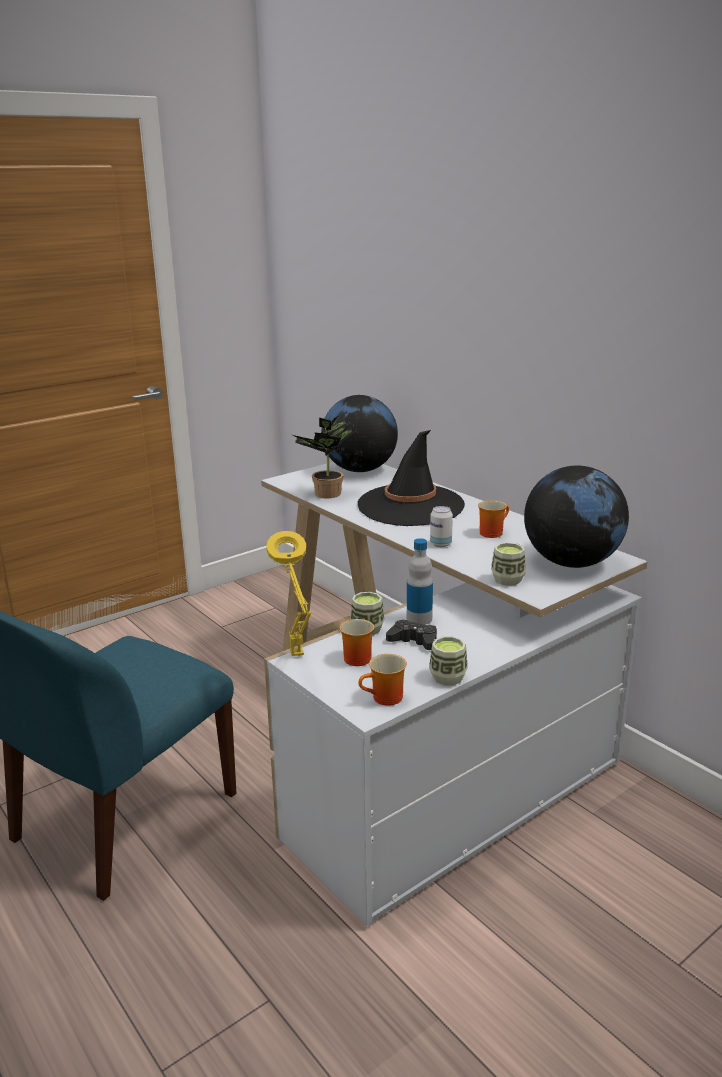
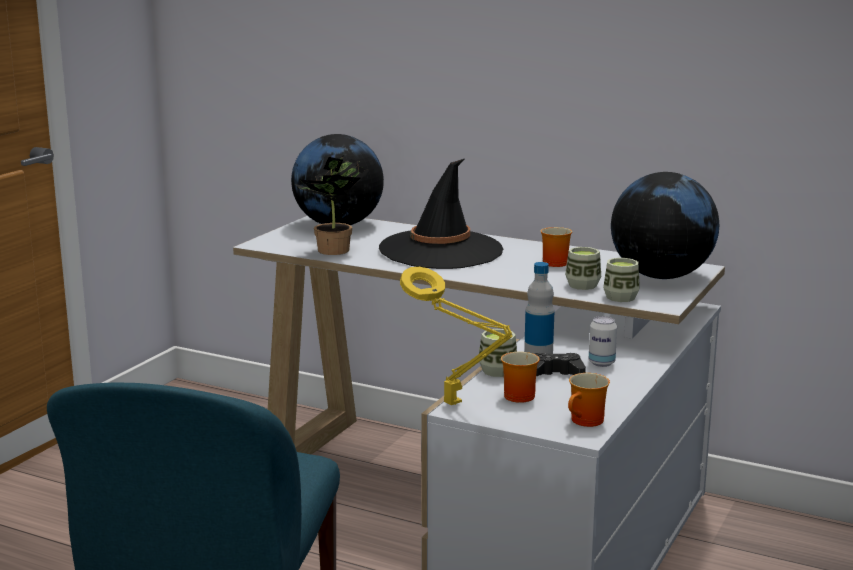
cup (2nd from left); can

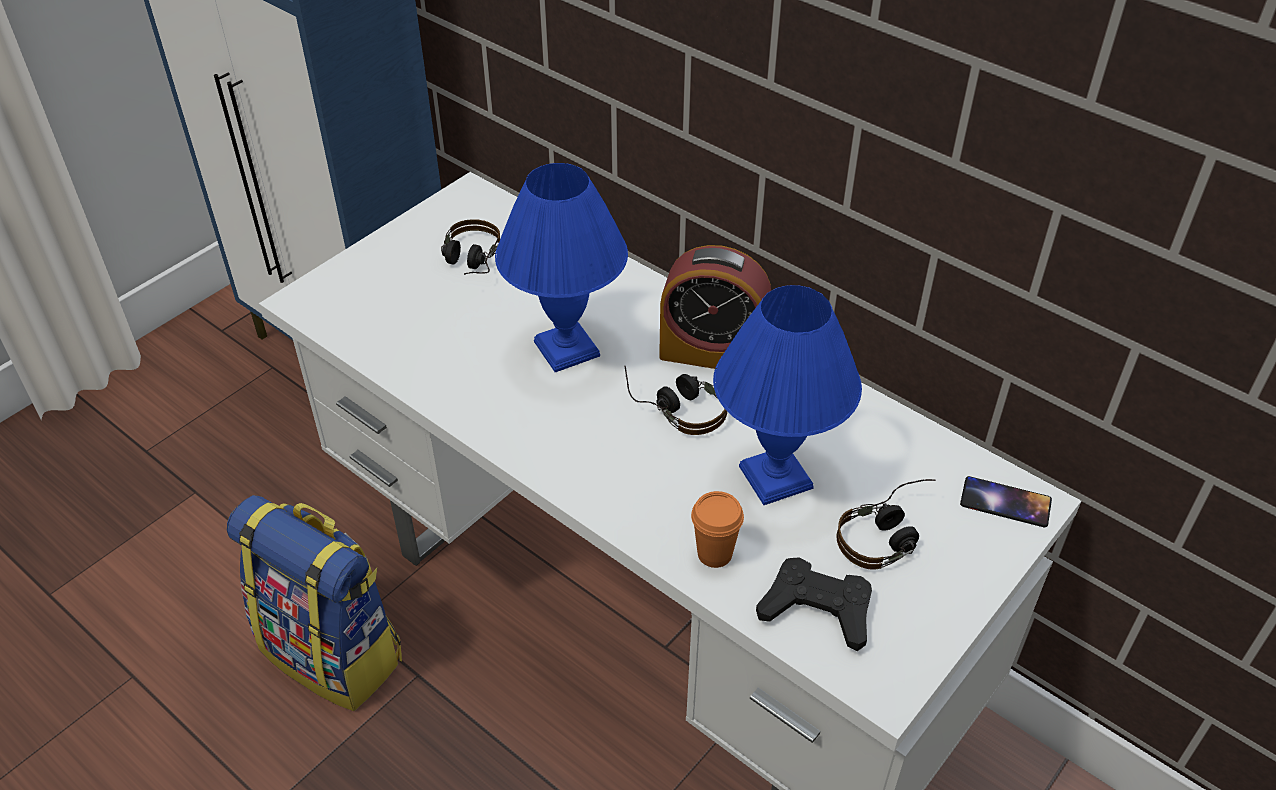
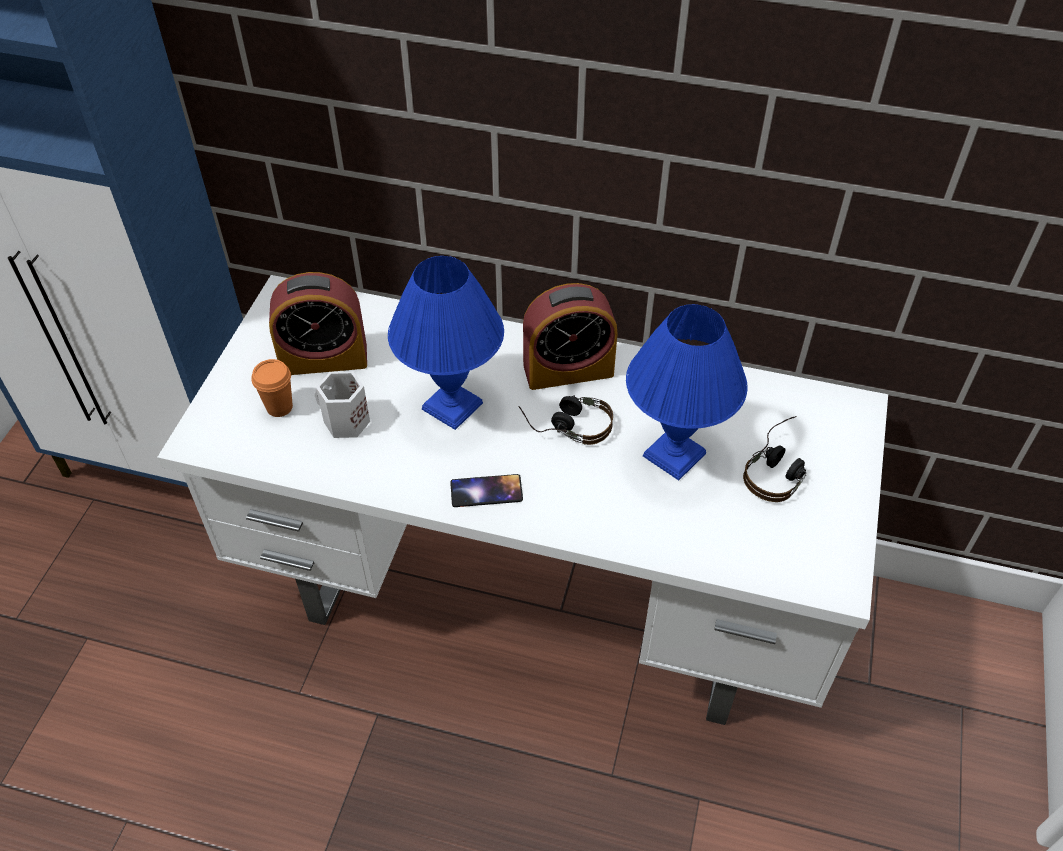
backpack; alarm_clock (1st from left); orange_cup; black_game_controller; phone; white_mug

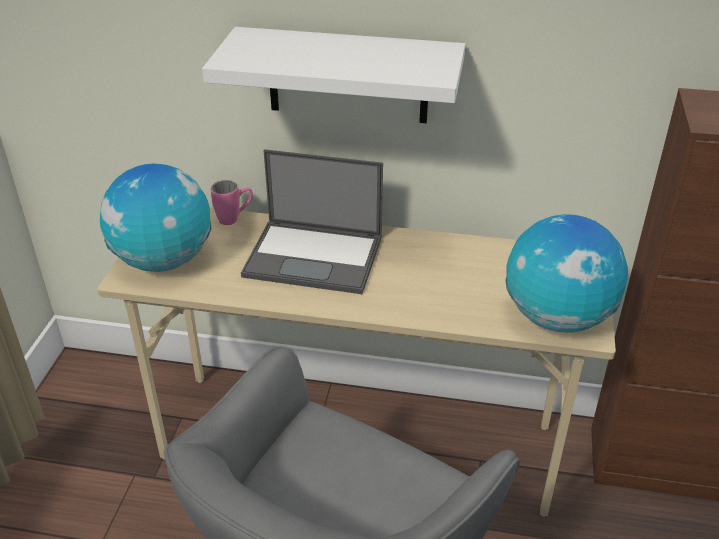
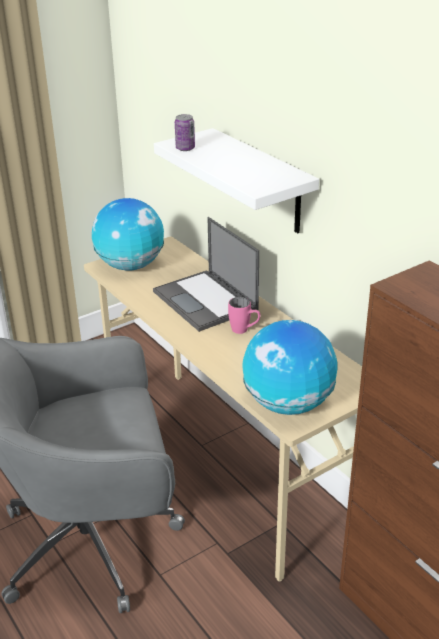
pink_mug; can

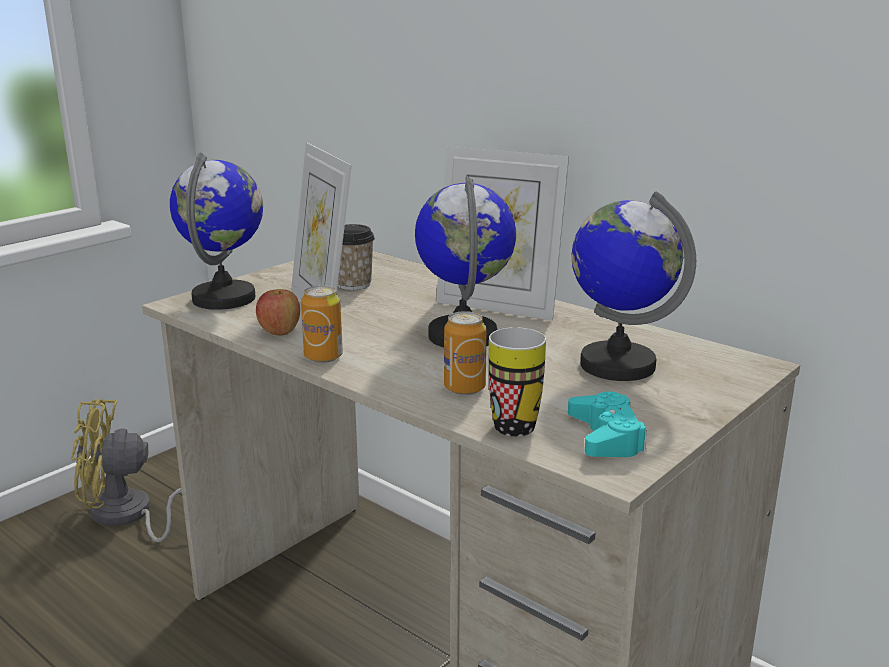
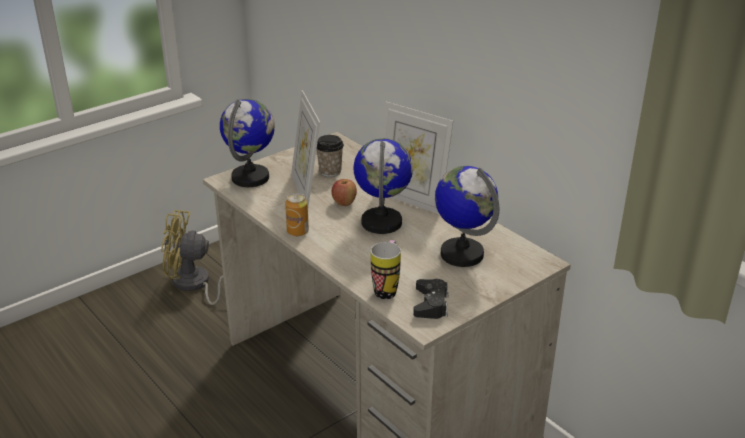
apple; can (2nd from left in the first image); black_game_controller

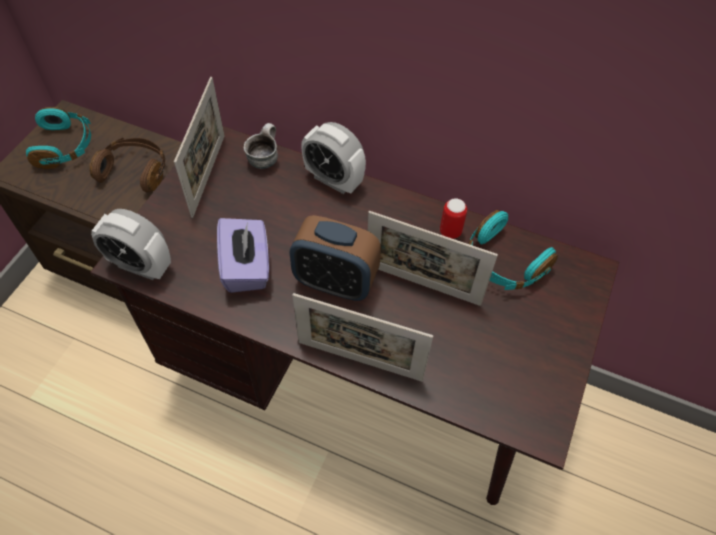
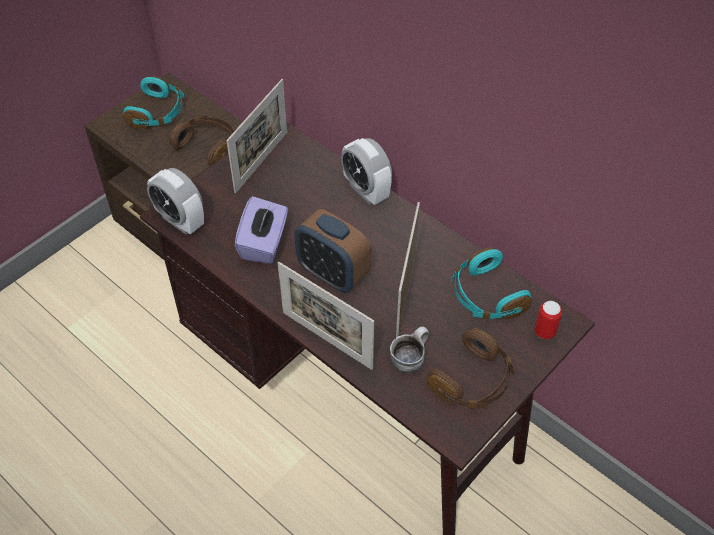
mug; picture_frame (3rd from left); can; brown_headphones (2nd from left)

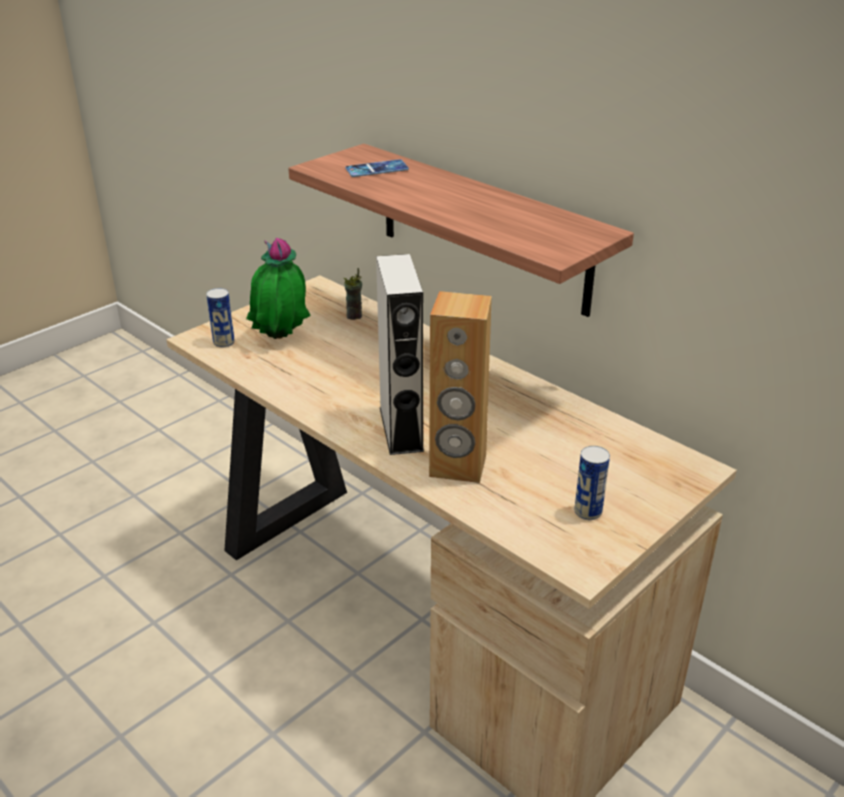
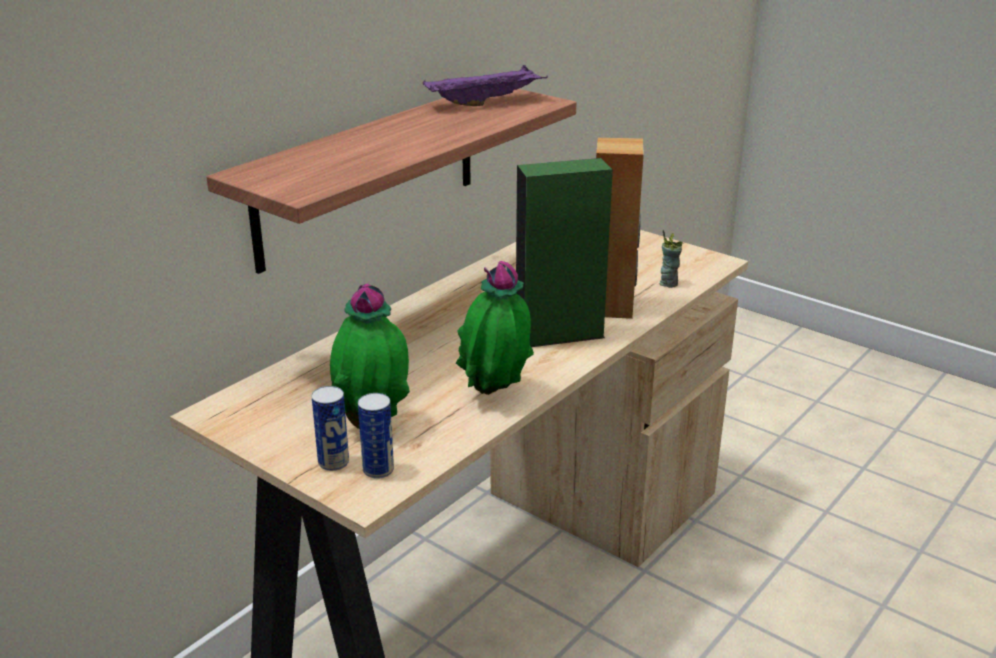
cup; phone; green_speaker; can (1st from left); purple_tray; potted_plant (2nd from left)

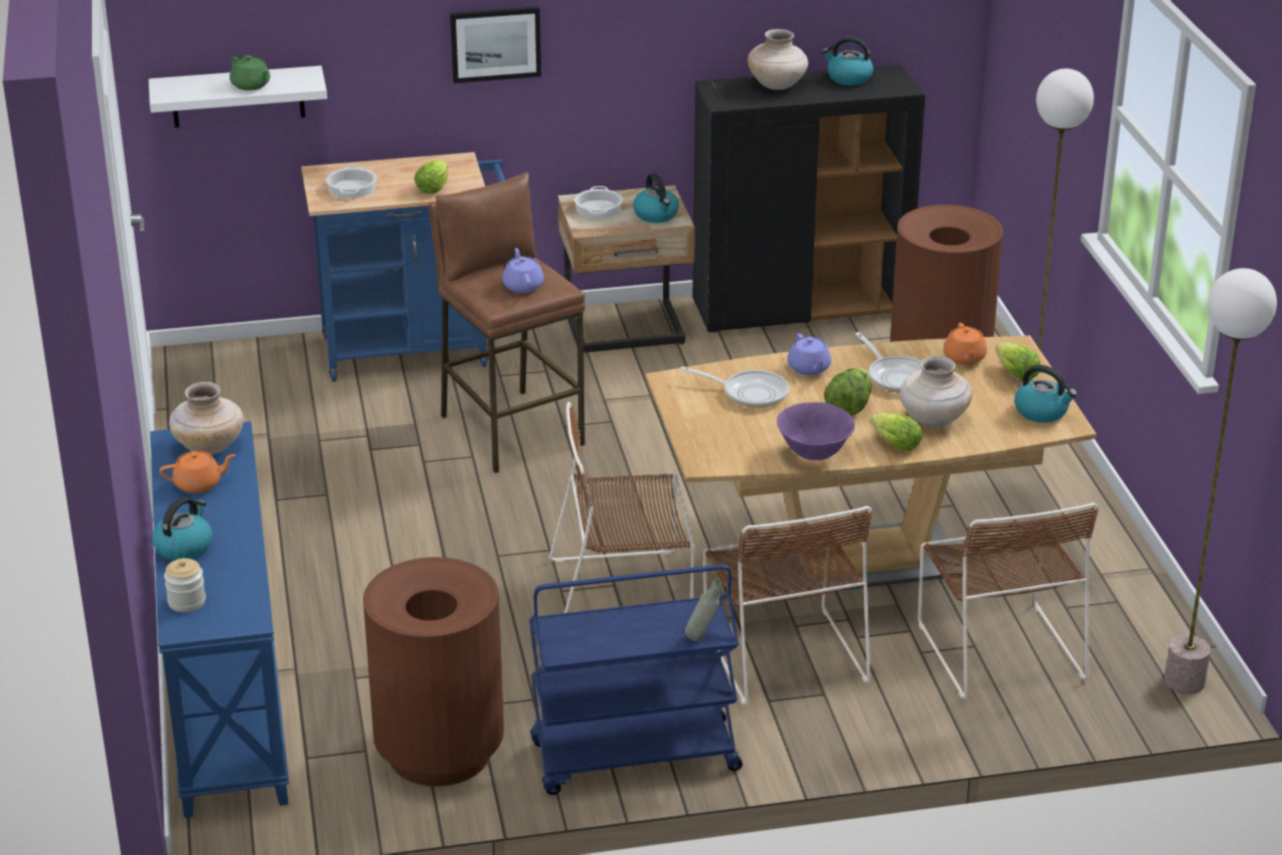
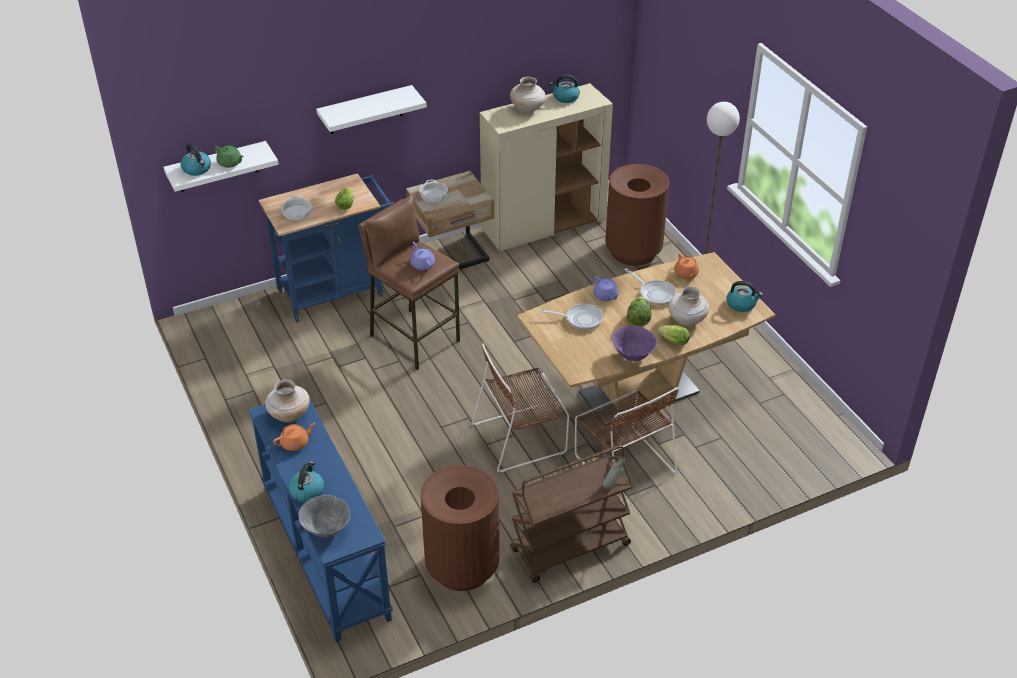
grey_bowl; white_shelf (2nd from left); brown_cart; kettle (1st from left); beige_cabinet; brown_chair (3rd from left in the first image); lettuce (4th from left in the first image); floor_lamp (2nd from left in the first image)

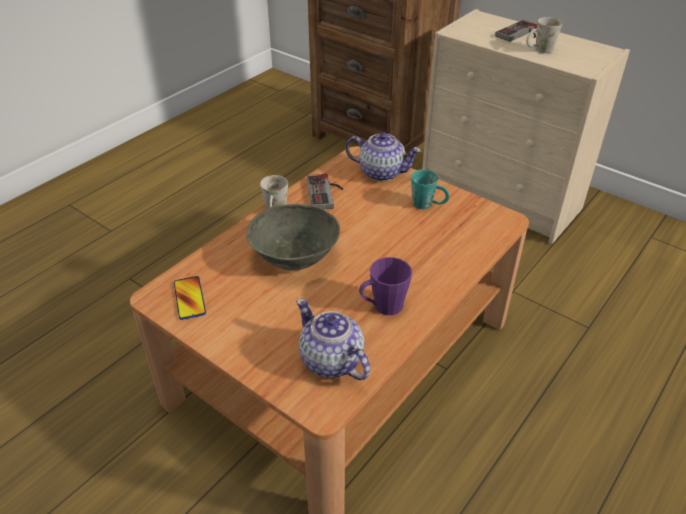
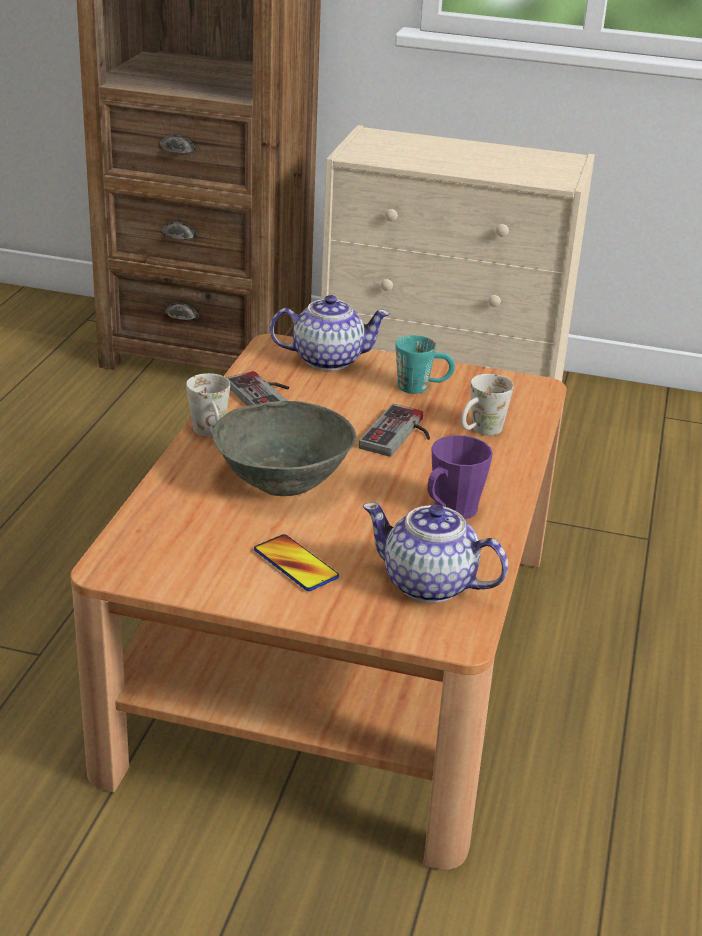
phone; game_controller (2nd from left); white_mug (2nd from left)

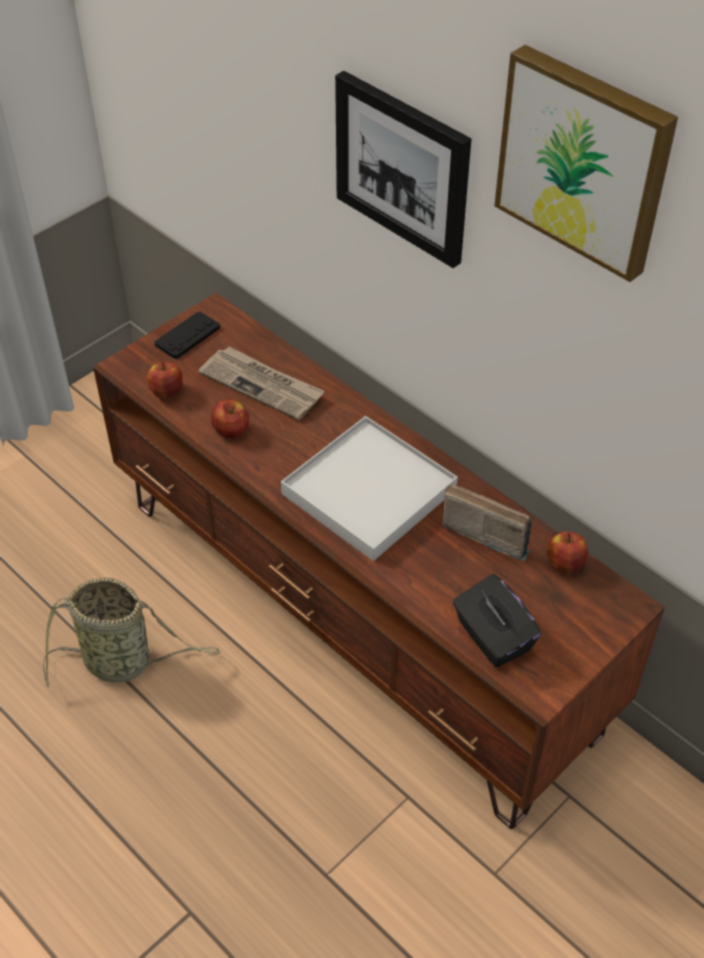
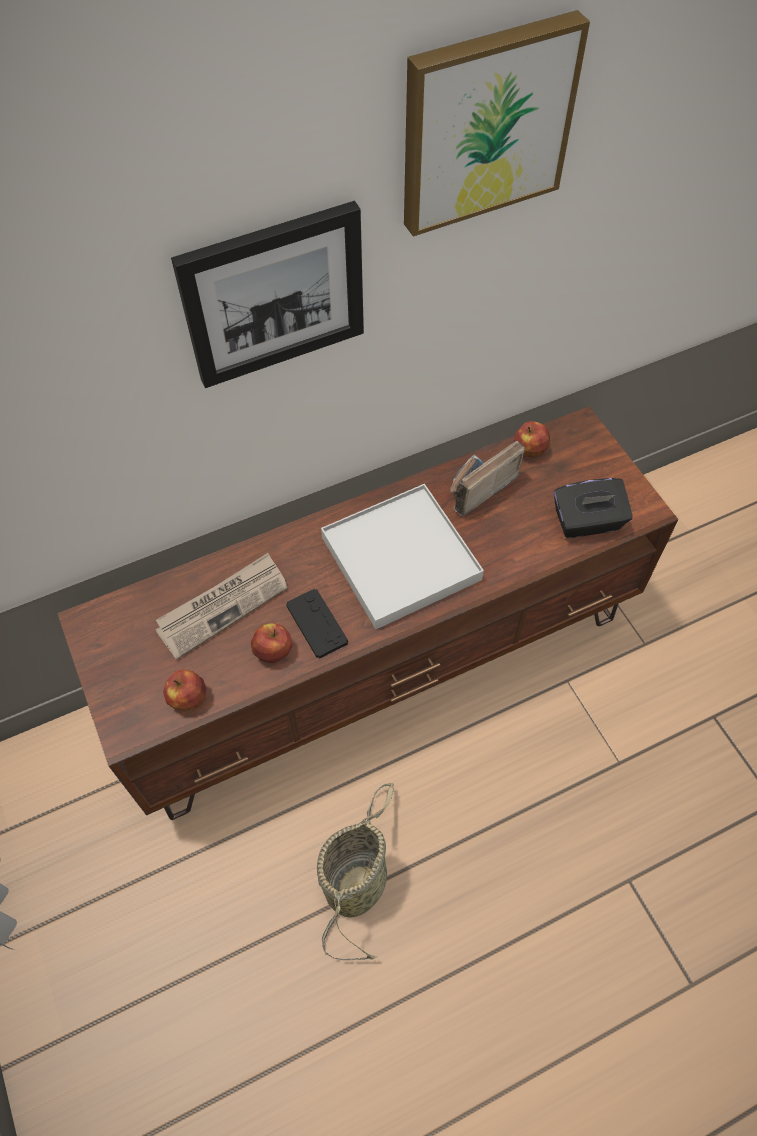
black_game_controller

